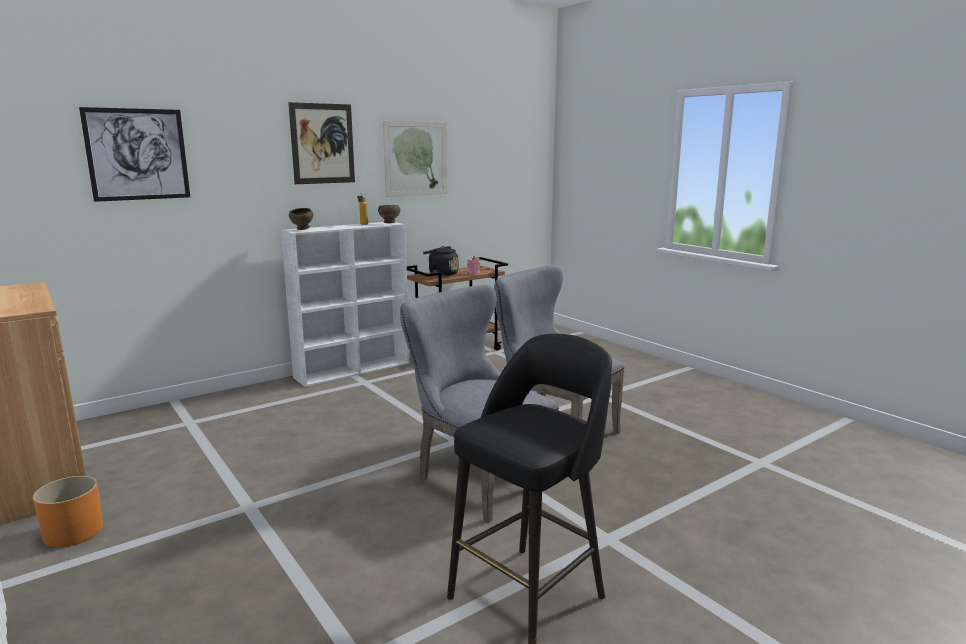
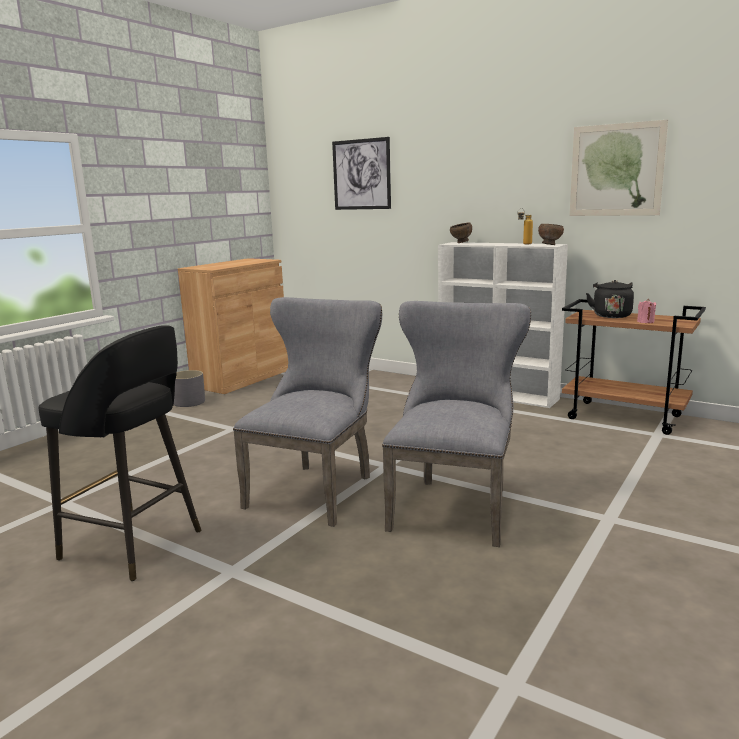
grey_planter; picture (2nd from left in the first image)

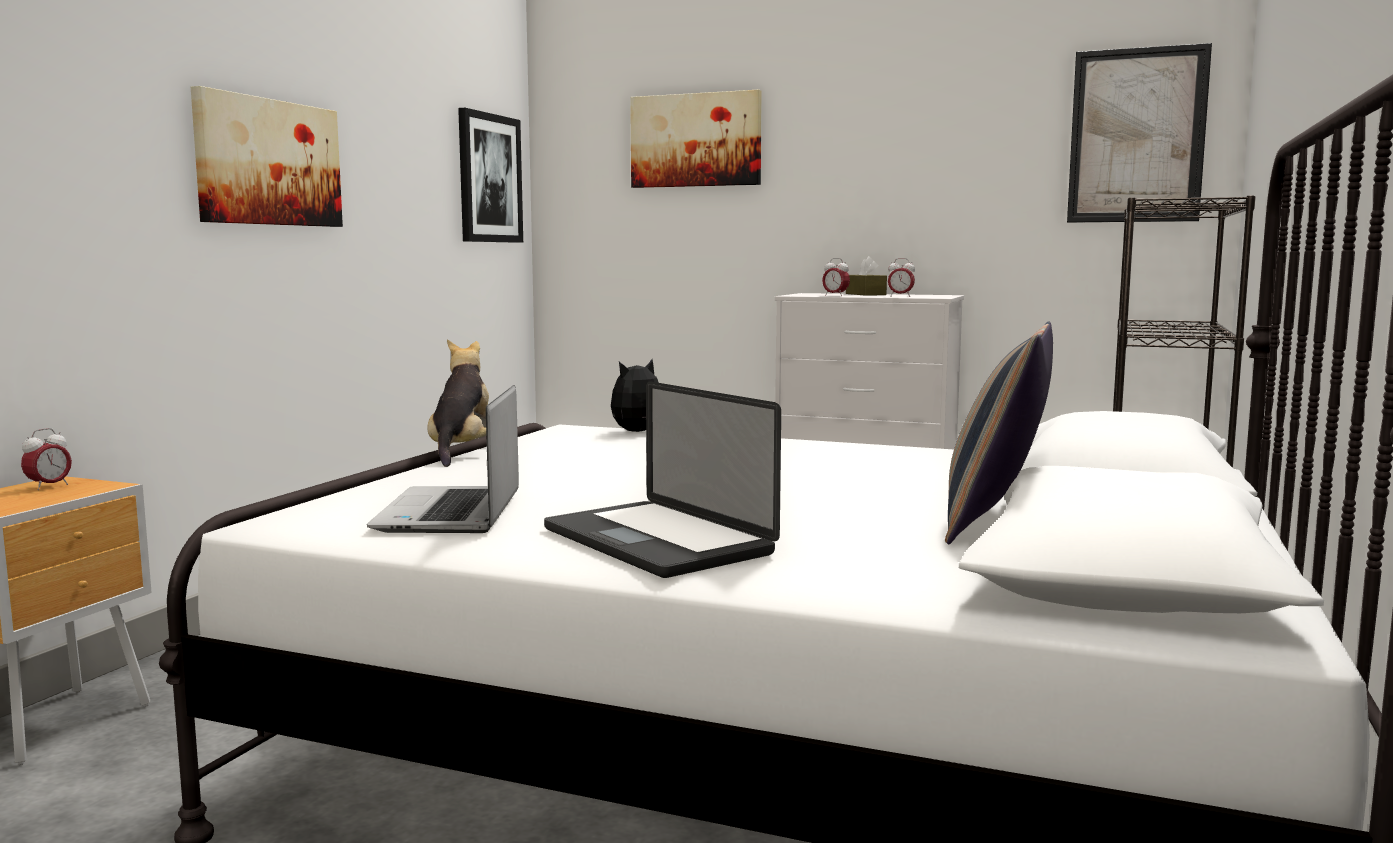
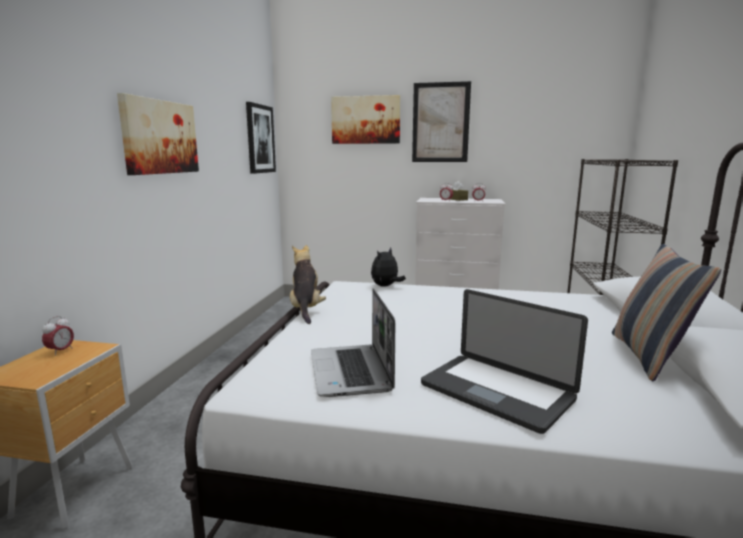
picture (4th from left)

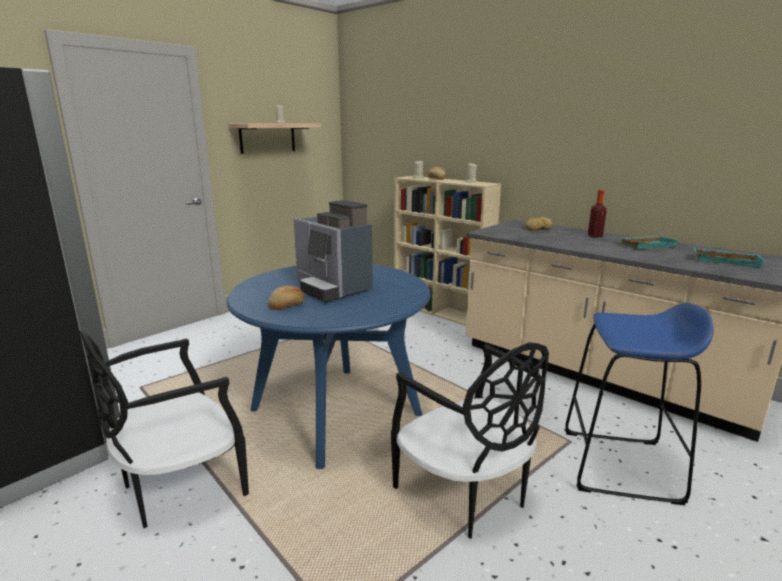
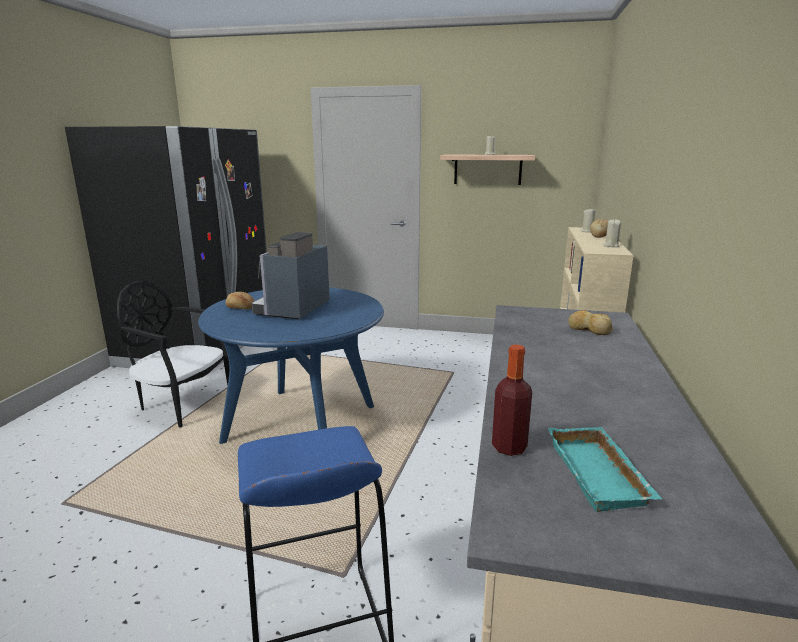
black_chair (2nd from left in the first image); bottle; turquoise_tray (1st from left in the first image)

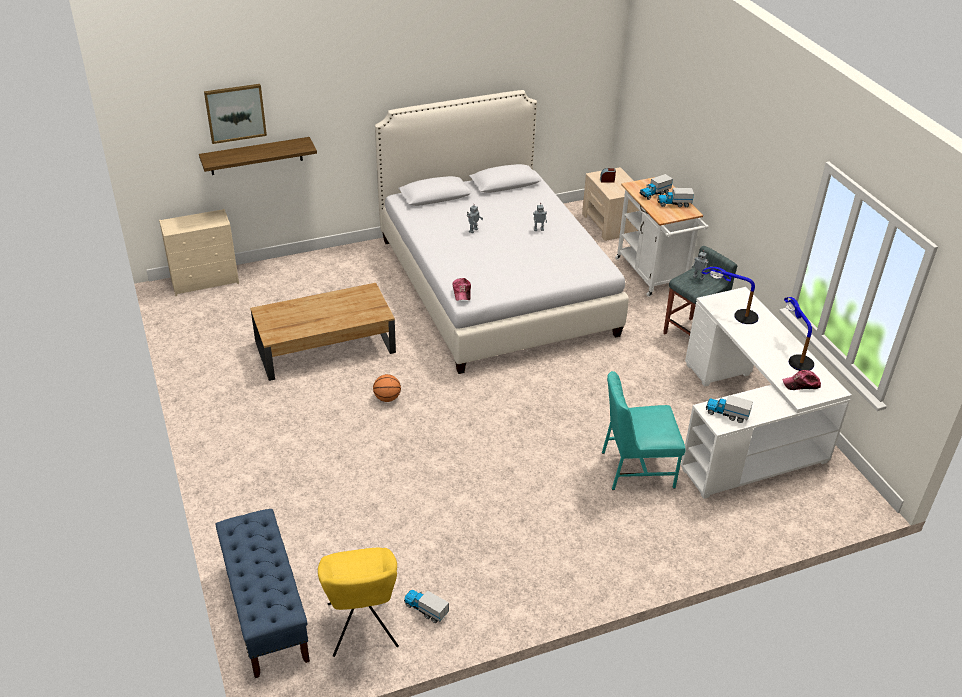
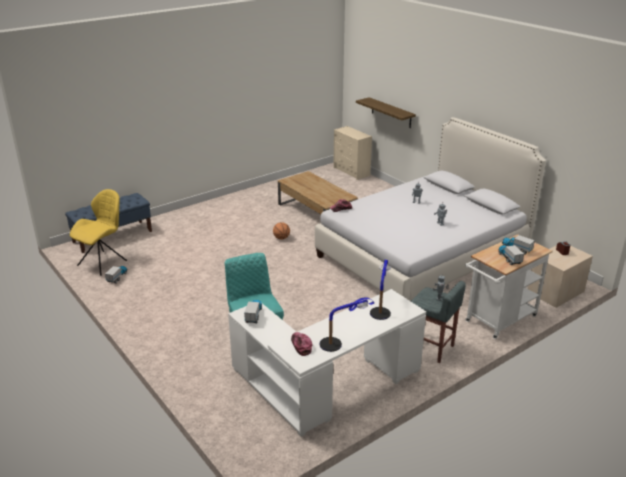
picture; yellow_chair

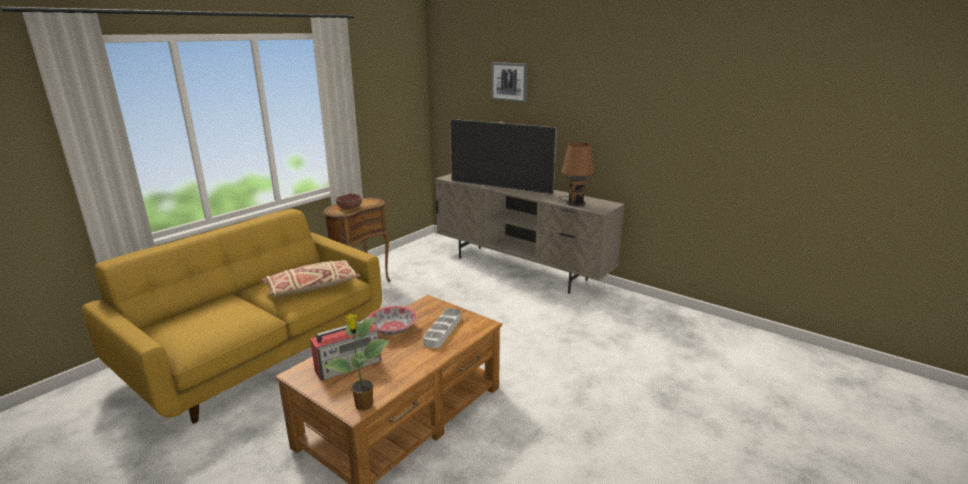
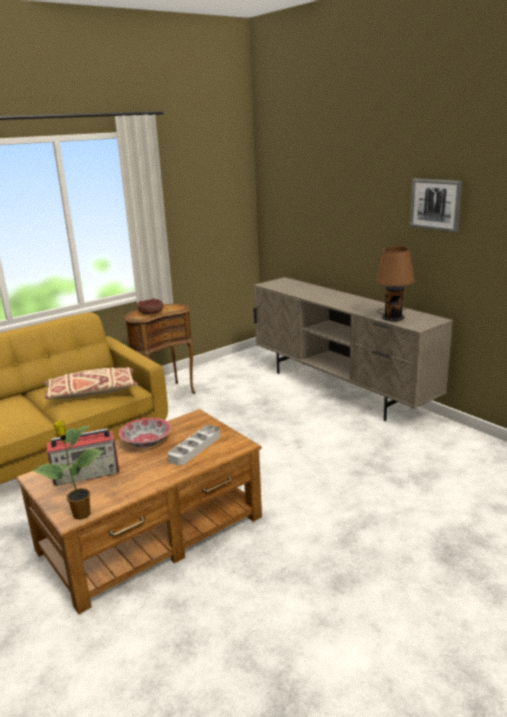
television; picture

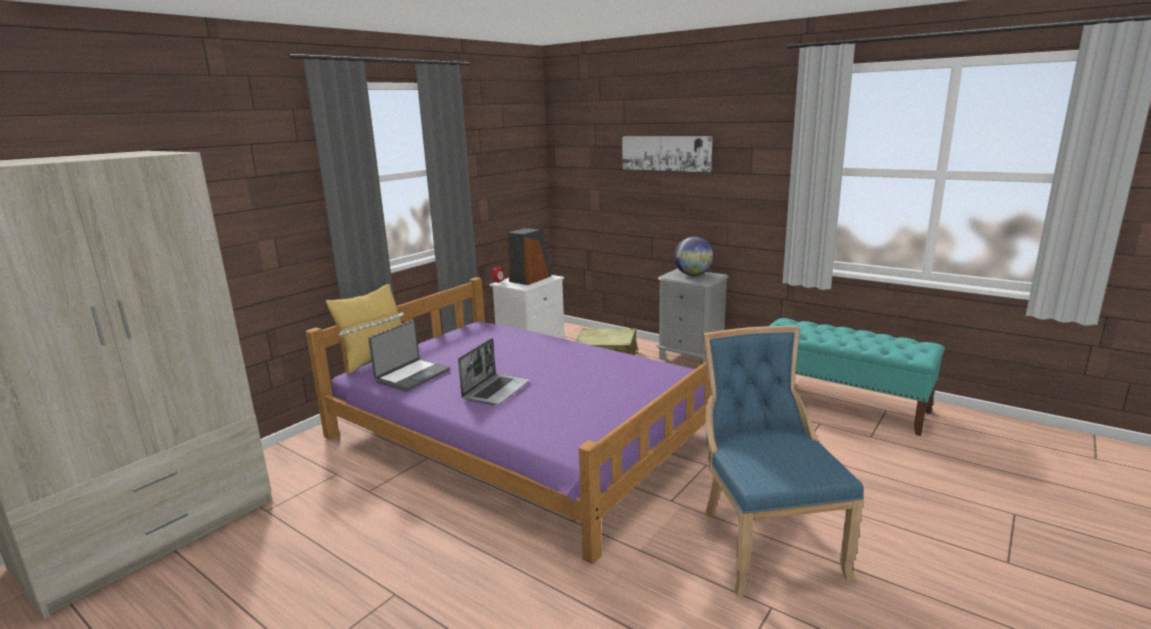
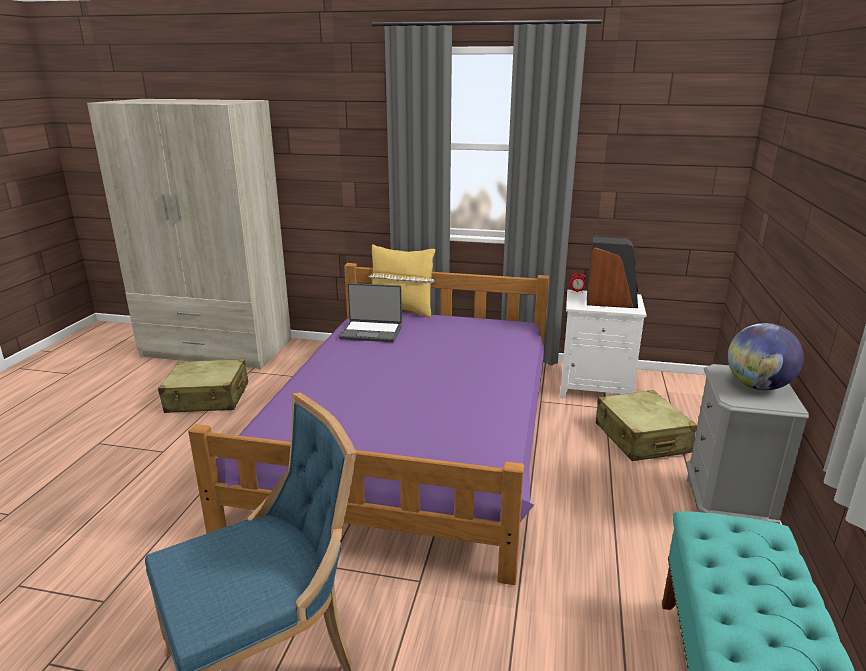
laptop (2nd from left in the first image); picture; beige_suitcase (1st from left)

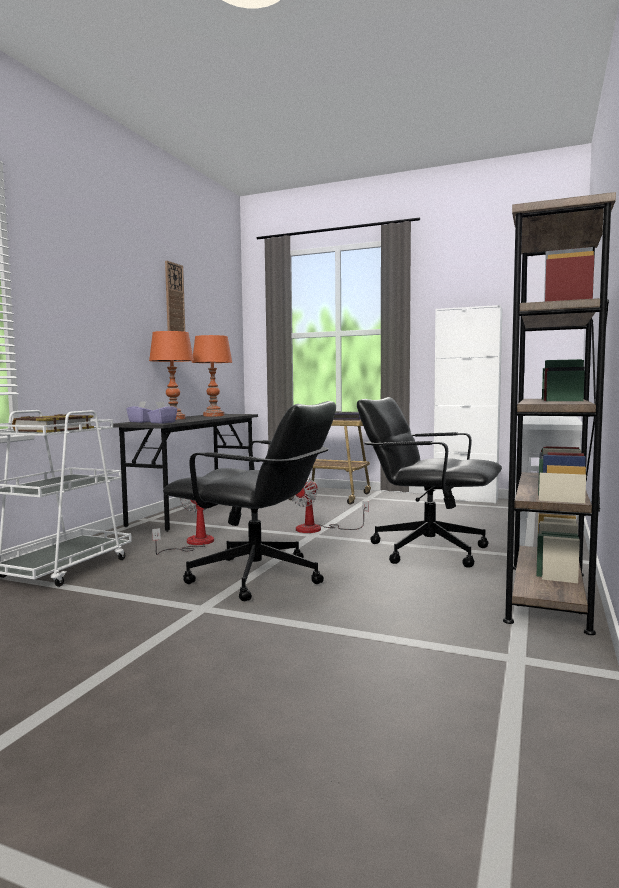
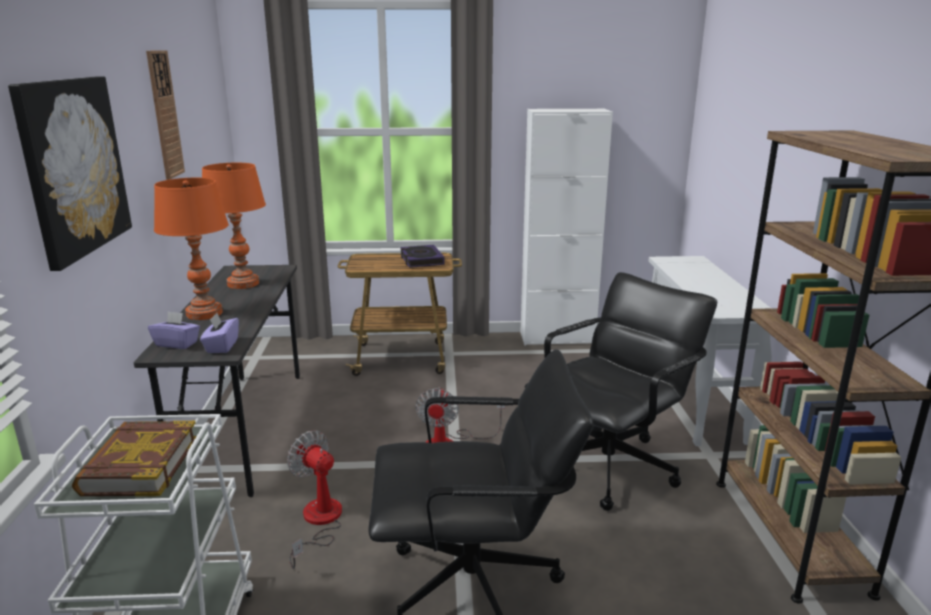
black_office_chair (2nd from left); picture

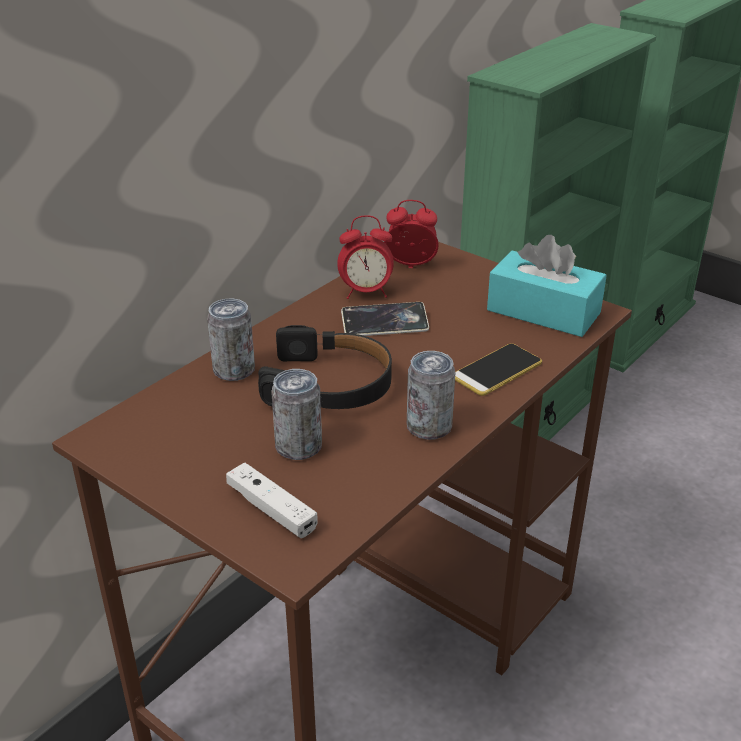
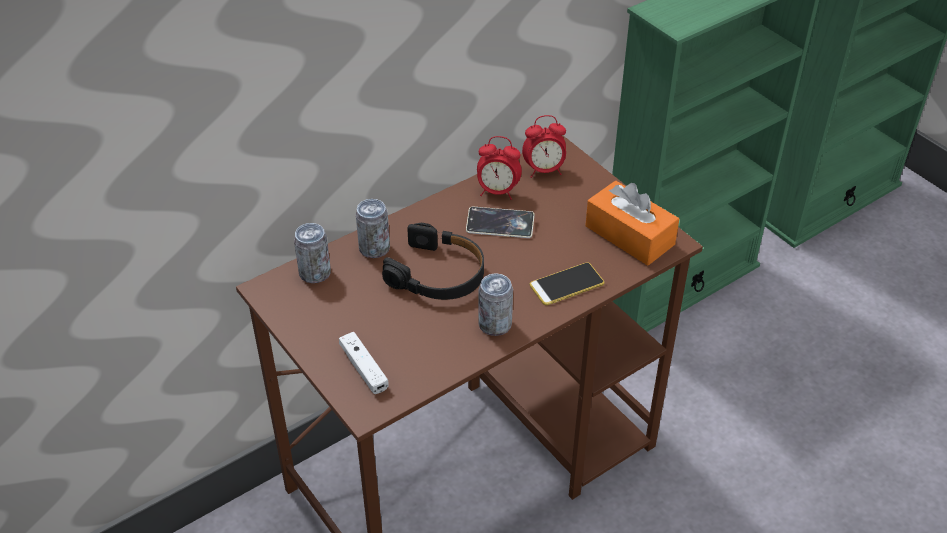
can (1st from left); alarm_clock (2nd from left); orange_tissue_box

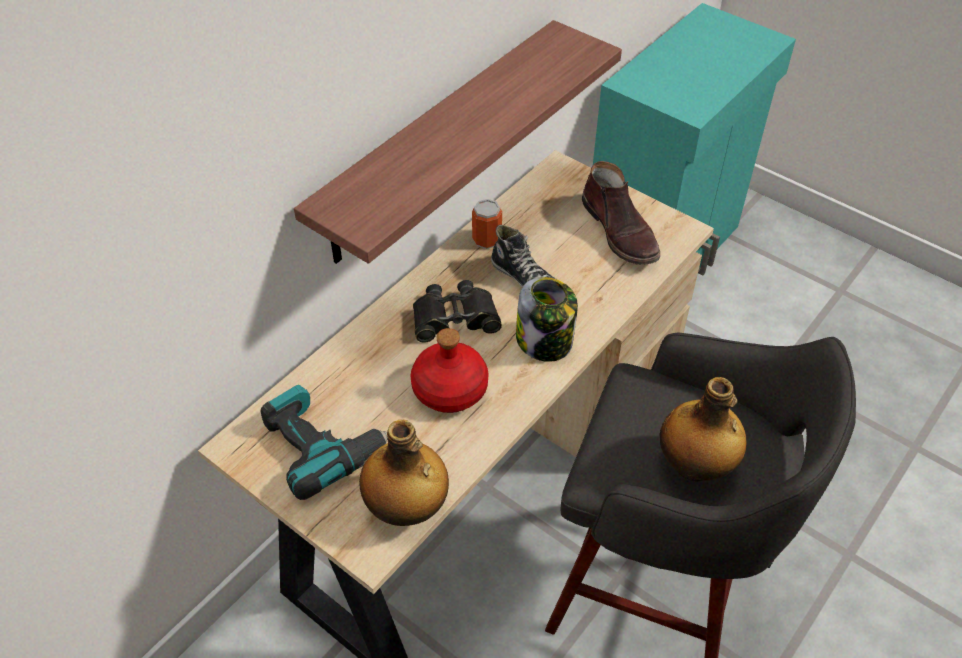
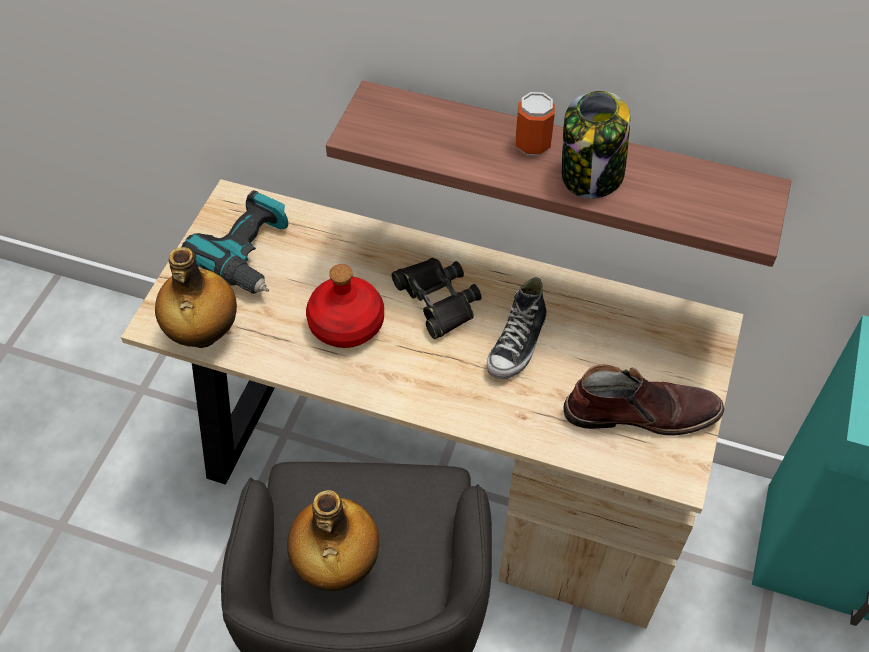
can; jar; brown_boot

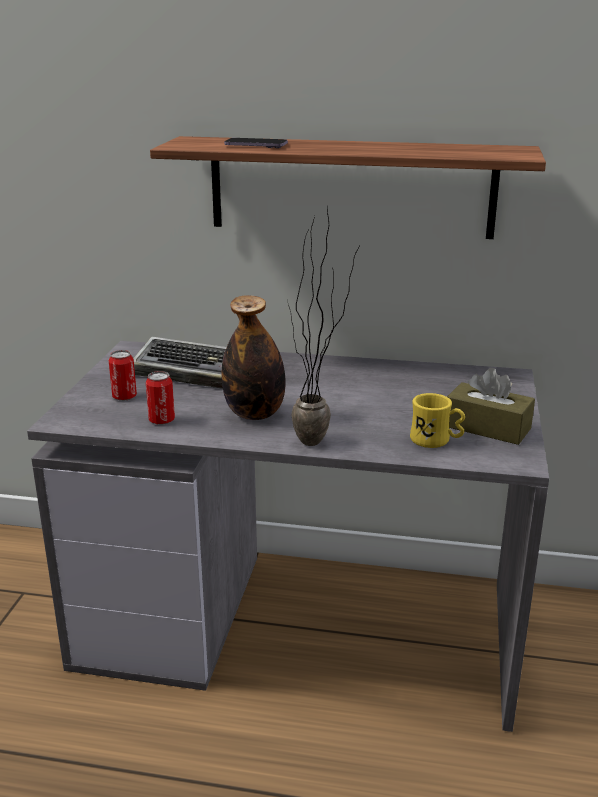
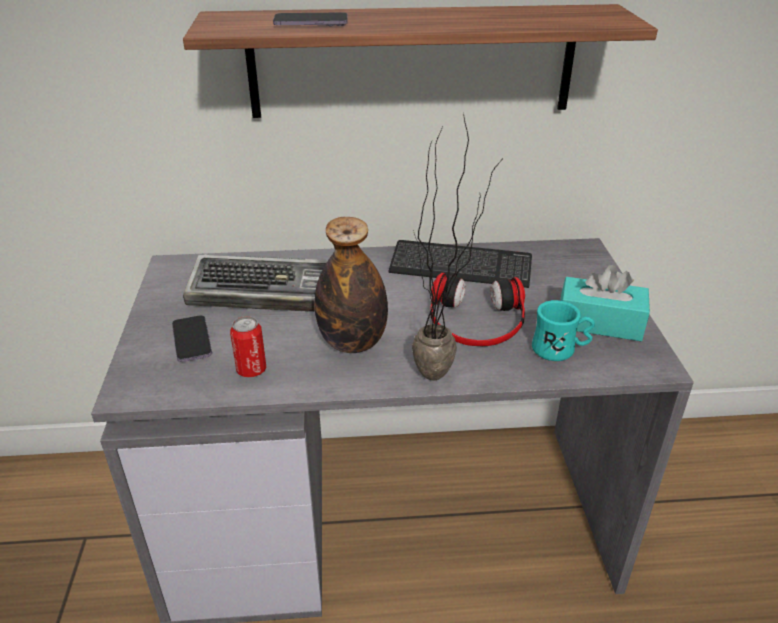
phone (1st from left); turquoise_mug; turquoise_tissue_box; keyboard (2nd from left); headphones

